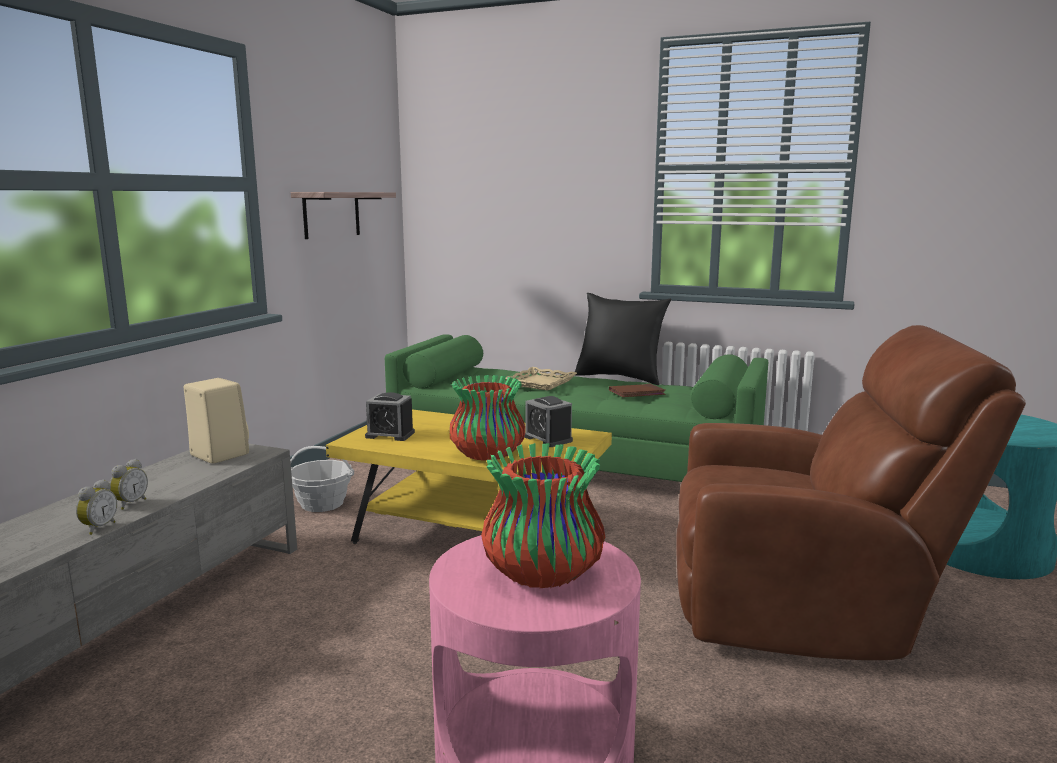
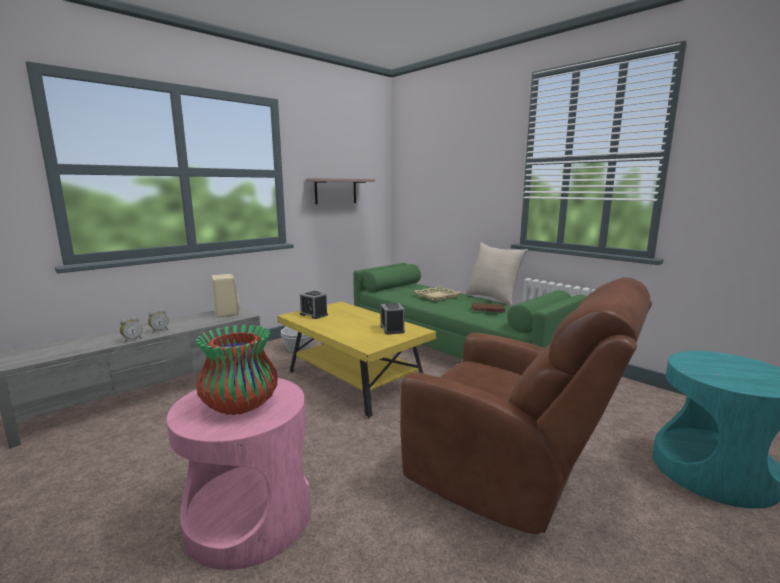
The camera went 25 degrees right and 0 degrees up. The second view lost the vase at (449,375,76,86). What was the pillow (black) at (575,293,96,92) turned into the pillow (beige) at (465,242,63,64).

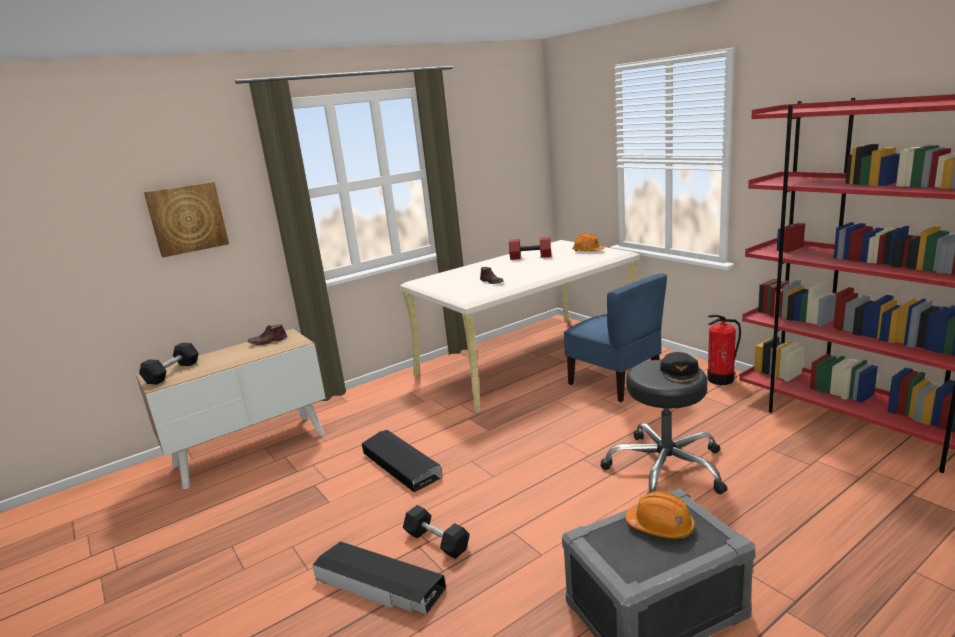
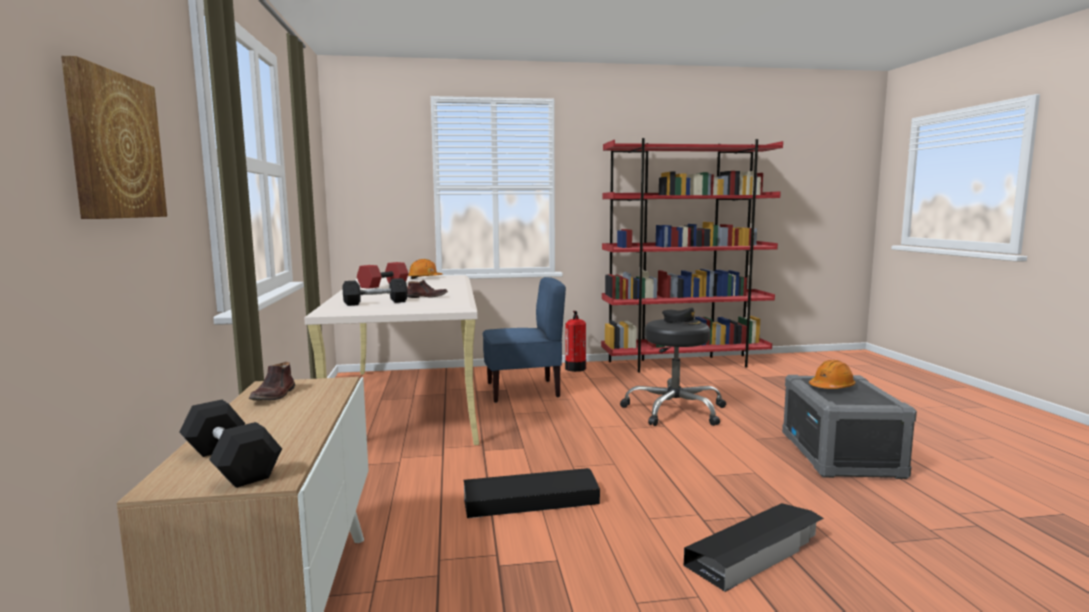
The camera went 65 degrees left and 10 degrees down. The dumbbell (black) ended up elsewhere, having gone from (403,505,67,54) to (343,278,64,28).

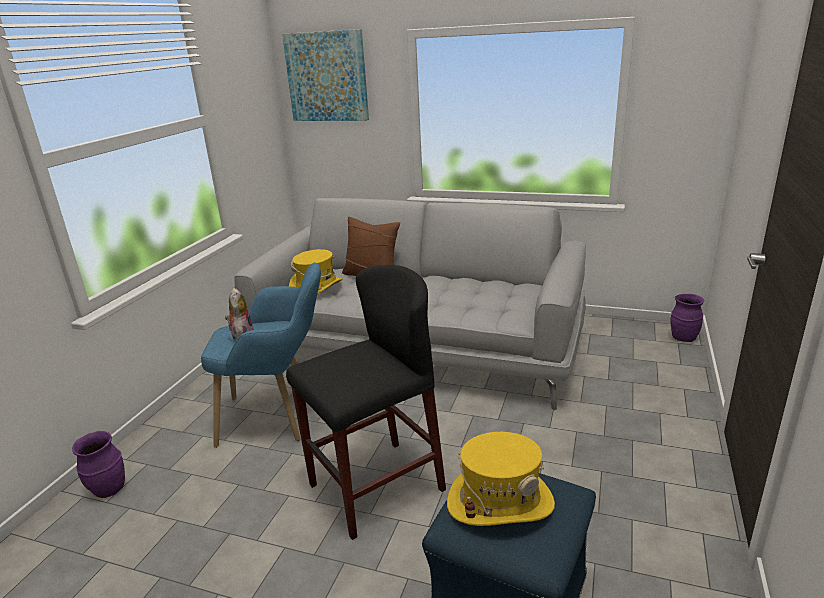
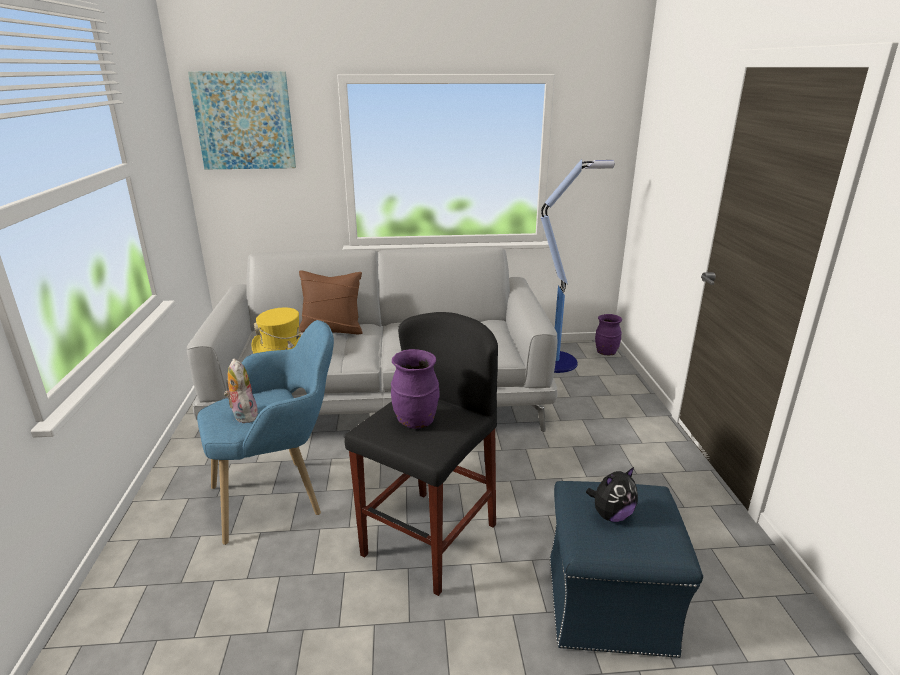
The camera went 25 degrees left and 0 degrees up. The second view gained the floor lamp at (541,159,73,214). The vase (purple) ended up elsewhere, having gone from (72,431,53,67) to (391,349,49,80). Where the hat (yellow) stood at (447,432,108,94), the plush toy came to stand at (586,467,52,55).

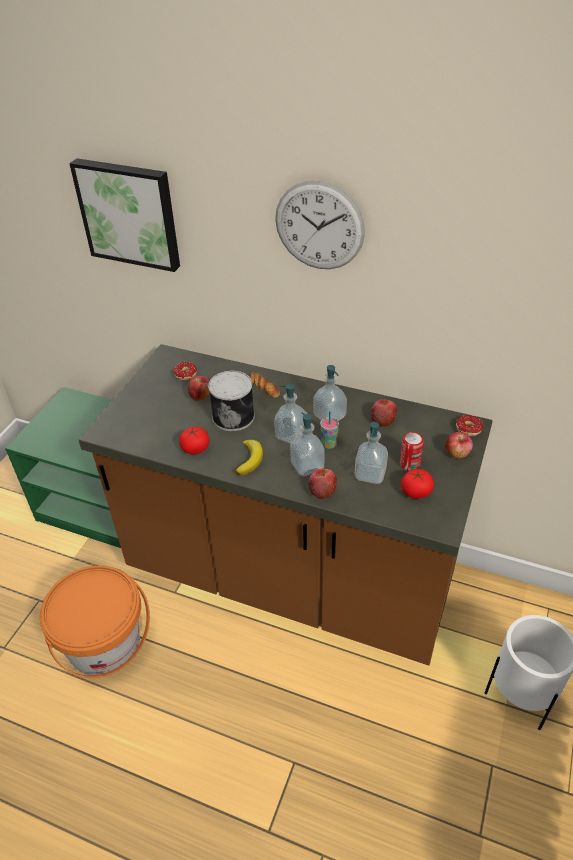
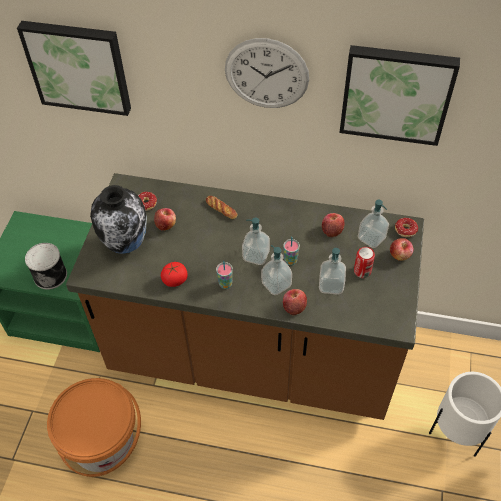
The camera went 10 degrees left and 10 degrees up. The second view lost the tomato at (401,469,33,30). The second view gained the vase at (90,185,57,69). The second view gained the picture at (339,45,121,101). The can ended up elsewhere, having gone from (208,371,47,60) to (25,243,42,47). The soap dispenser ended up elsewhere, having gone from (313,365,34,56) to (358,199,31,49). Where the banana stood at (236,440,27,36), the cup came to stand at (216,261,17,28).

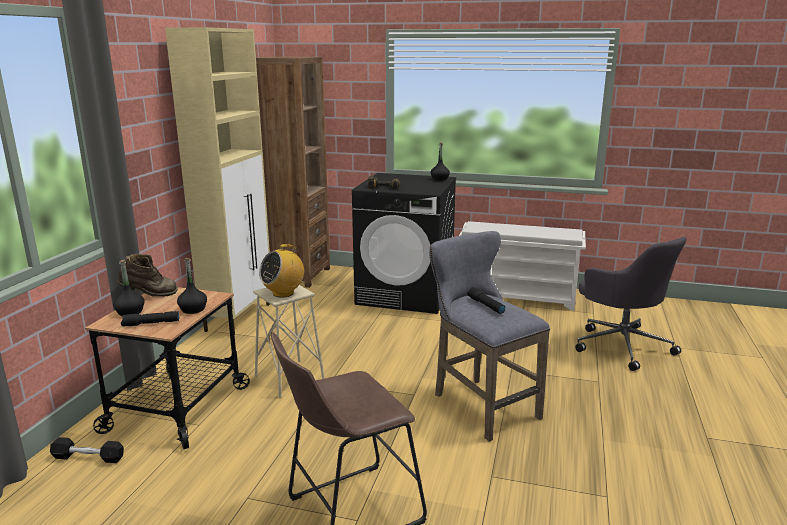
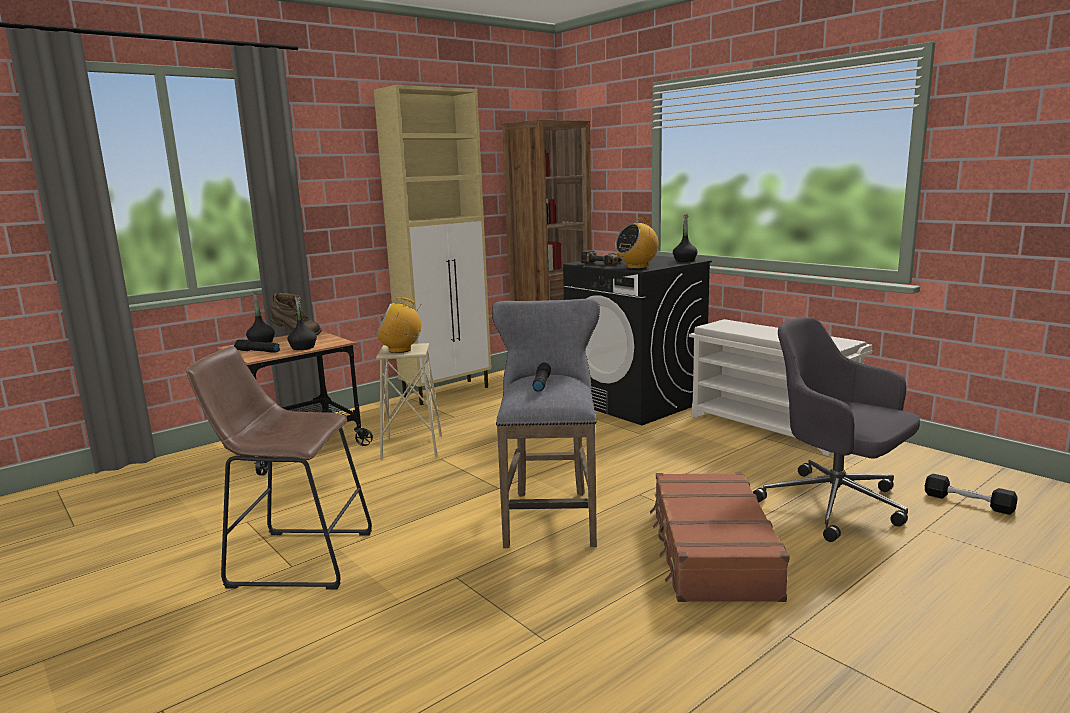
The camera went 35 degrees right and 5 degrees down. The second view gained the radio at (615,218,44,51). The second view gained the suitcase (brown) at (650,472,140,130). The dumbbell (black) ended up elsewhere, having gone from (50,437,74,26) to (925,474,93,41). The office chair (grey) at (575,236,112,135) ended up facing another way, 135 degrees clockwise from before.

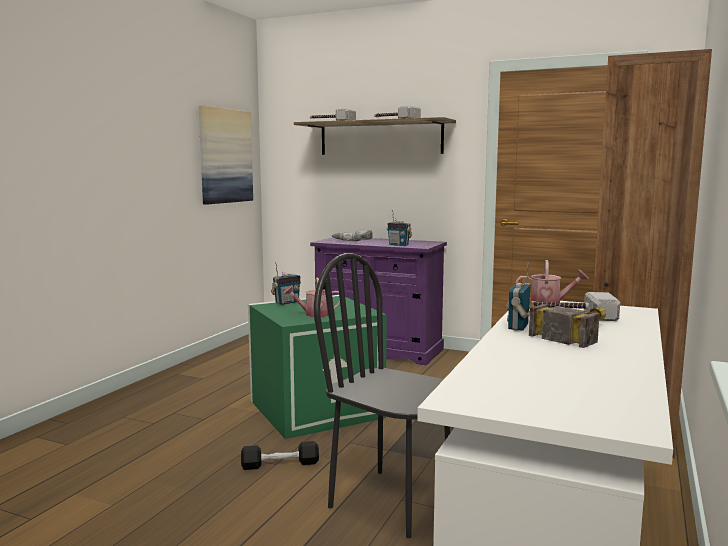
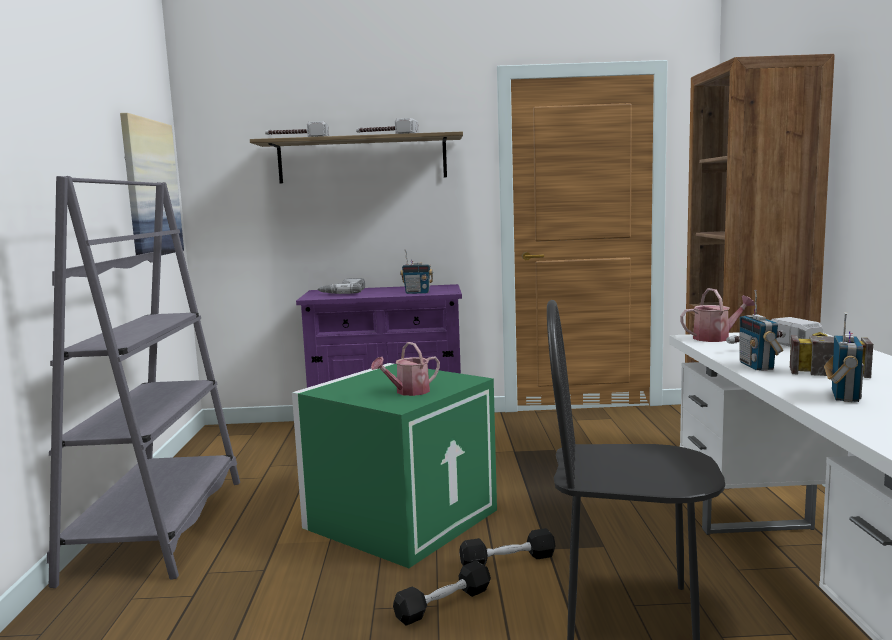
The camera went 25 degrees left and 0 degrees up. The second view gained the bookcase (grey) at (47,176,193,412). The second view gained the dumbbell (black) at (459,528,97,37). The radio ended up elsewhere, having gone from (271,262,30,43) to (824,312,40,90).

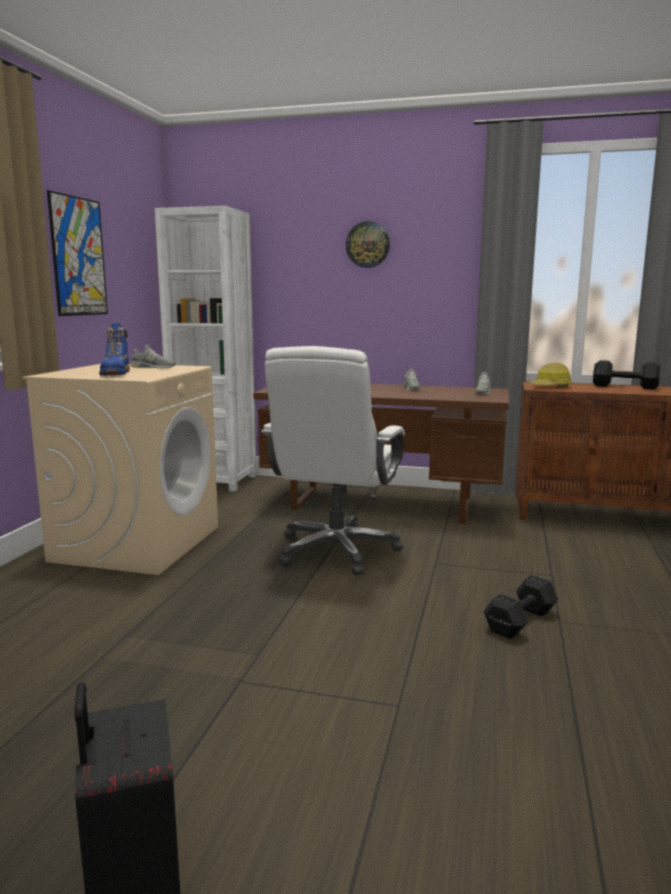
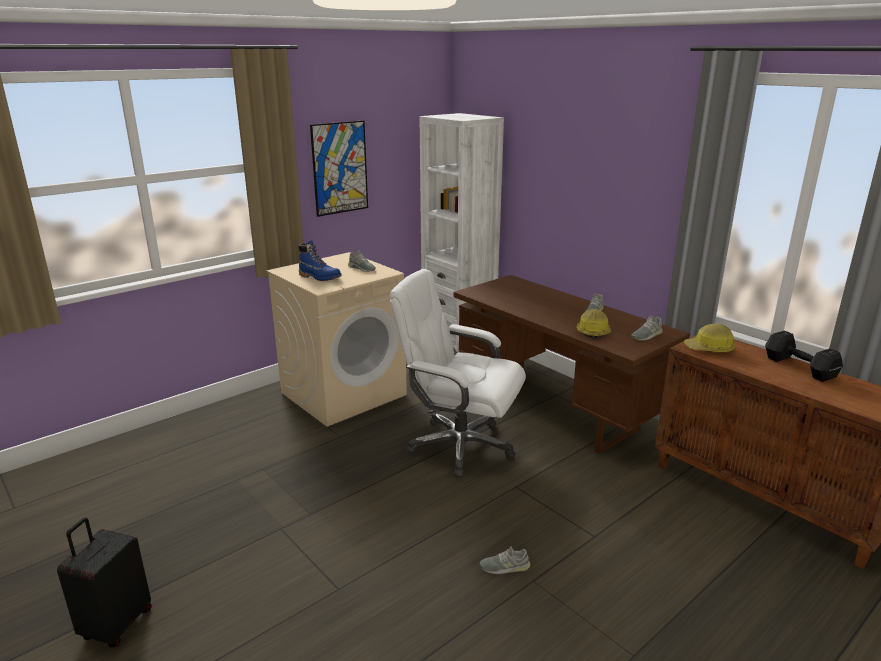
The camera went 35 degrees right and 10 degrees up. The second view lost the wall clock at (346,221,44,47). The second view gained the hard hat at (577,309,34,30). Where the dumbbell (black) stood at (484,575,74,64), the shoe (grey) came to stand at (480,546,51,28). The boot (blue) at (99,323,31,53) ended up facing another way, 90 degrees counterclockwise from before. The office chair (white) at (261,346,144,229) ended up facing another way, 60 degrees clockwise from before.

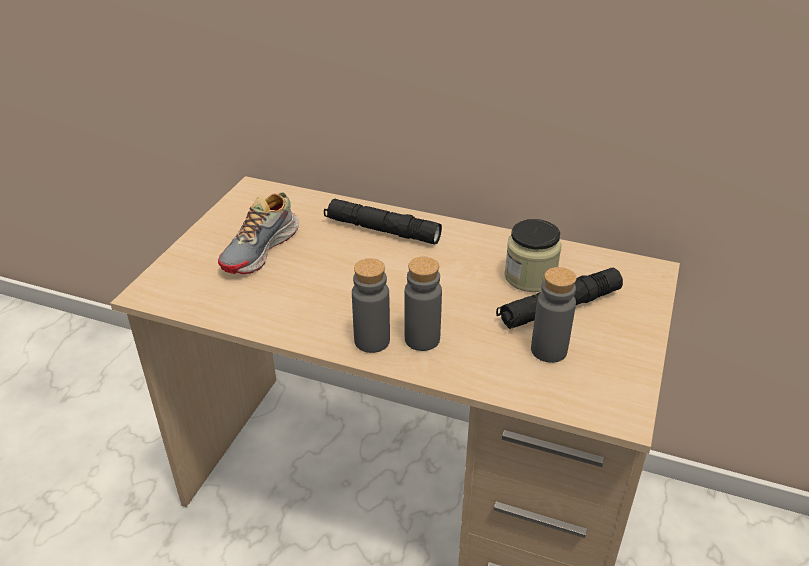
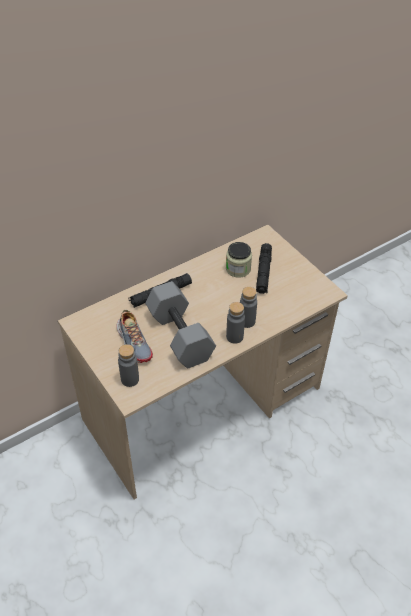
The camera went 55 degrees left and 10 degrees up. The second view gained the dumbbell (grey) at (145,281,71,87). The bottle (grey) ended up elsewhere, having gone from (531,267,45,96) to (118,344,21,43).

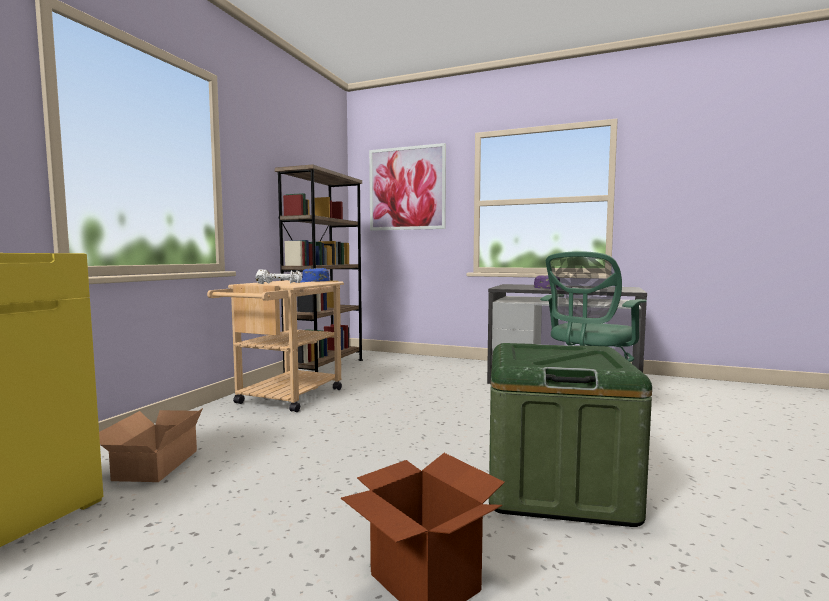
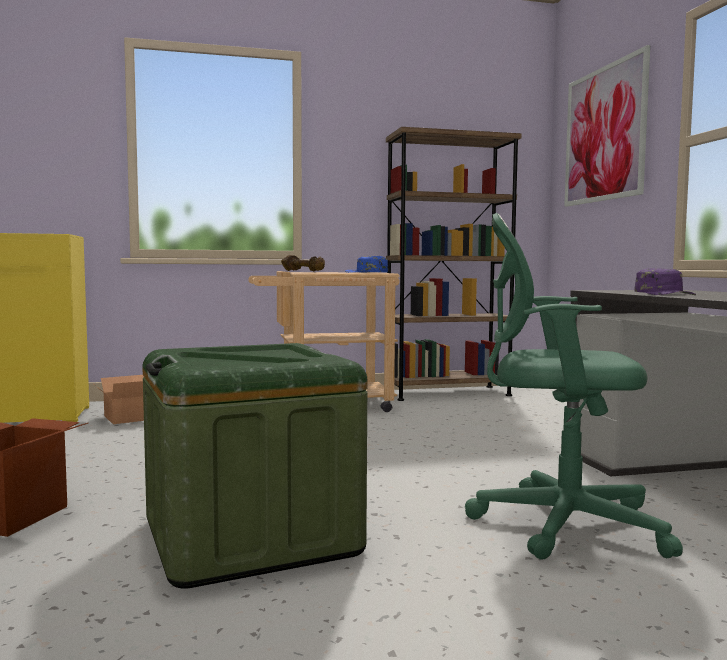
The camera went 55 degrees right and 0 degrees up. What was the dumbbell (white) at (256,269,46,15) turned into the dumbbell (brown) at (281,255,44,17).

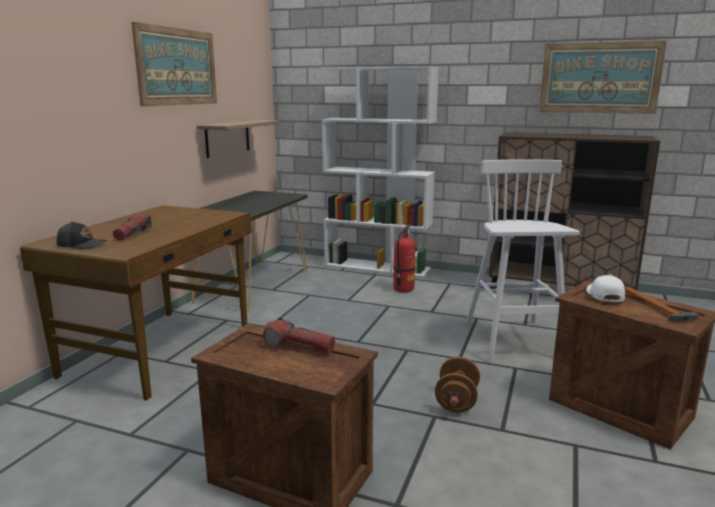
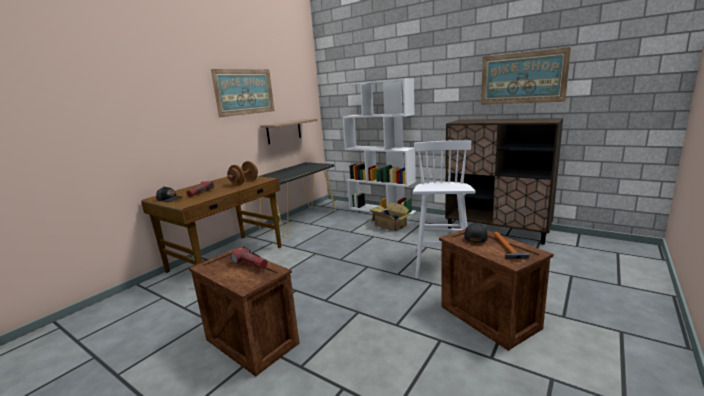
The camera went 15 degrees right and 0 degrees up. The dumbbell (brown) ended up elsewhere, having gone from (435,357,45,56) to (227,161,31,24). Where the fire extinguisher stood at (393,224,22,68), the cardboard box came to stand at (368,202,44,29). What was the cap (white) at (586,274,39,28) turned into the cap (black) at (464,223,24,20).

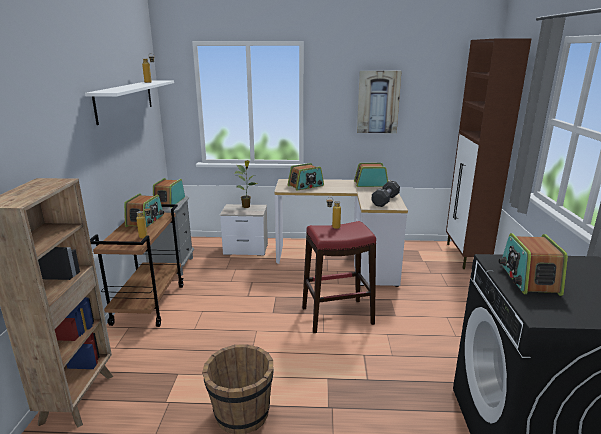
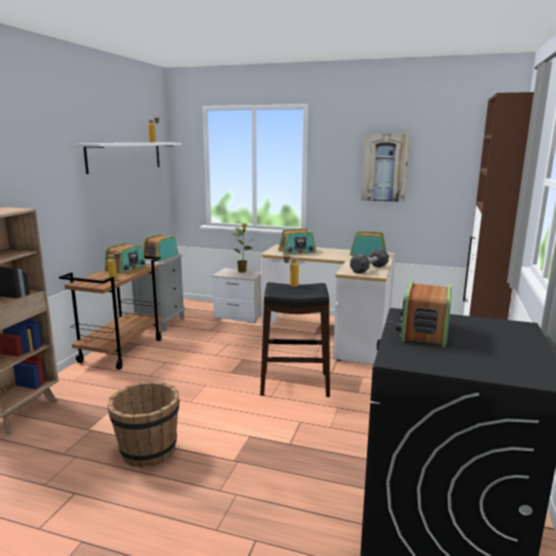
The camera went 15 degrees right and 5 degrees down. What was the stool (red) at (302,221,74,112) turned into the stool (black) at (260,282,70,115).

